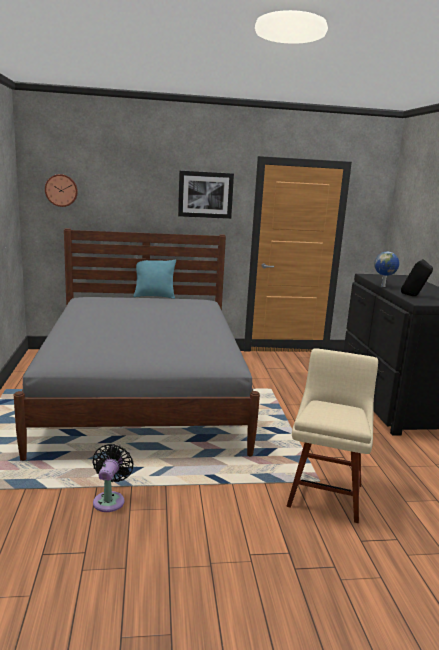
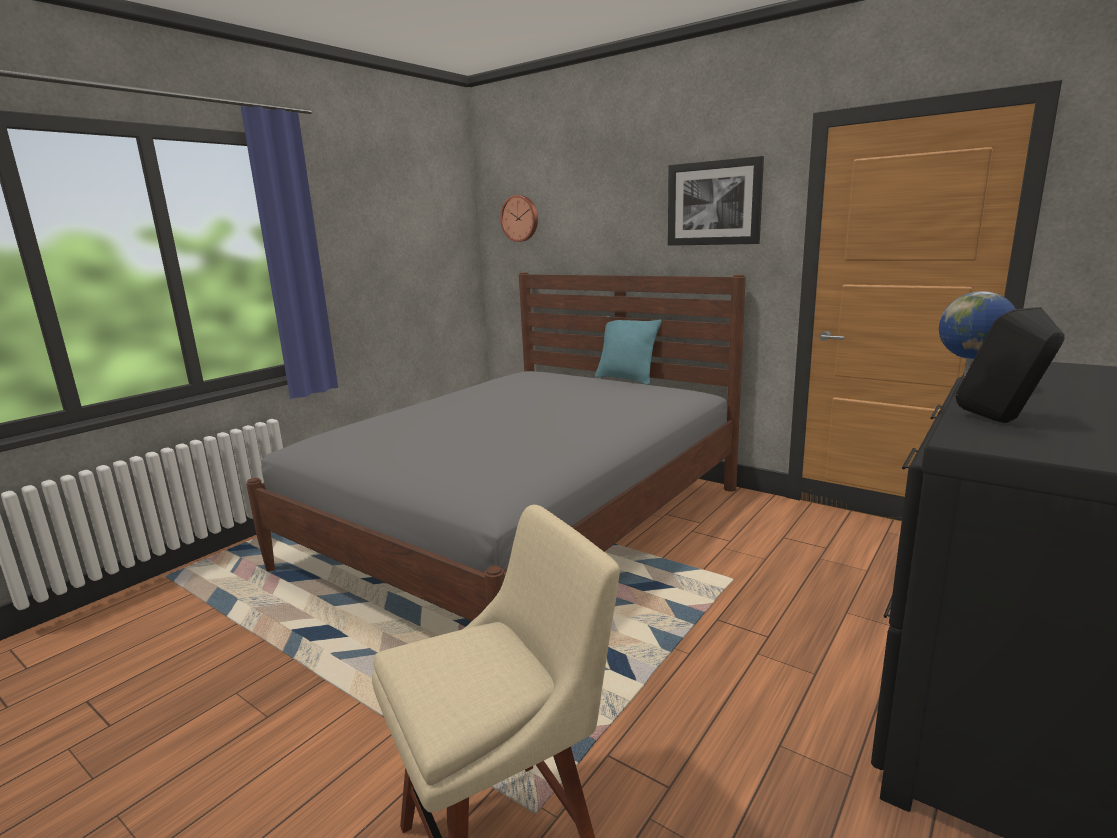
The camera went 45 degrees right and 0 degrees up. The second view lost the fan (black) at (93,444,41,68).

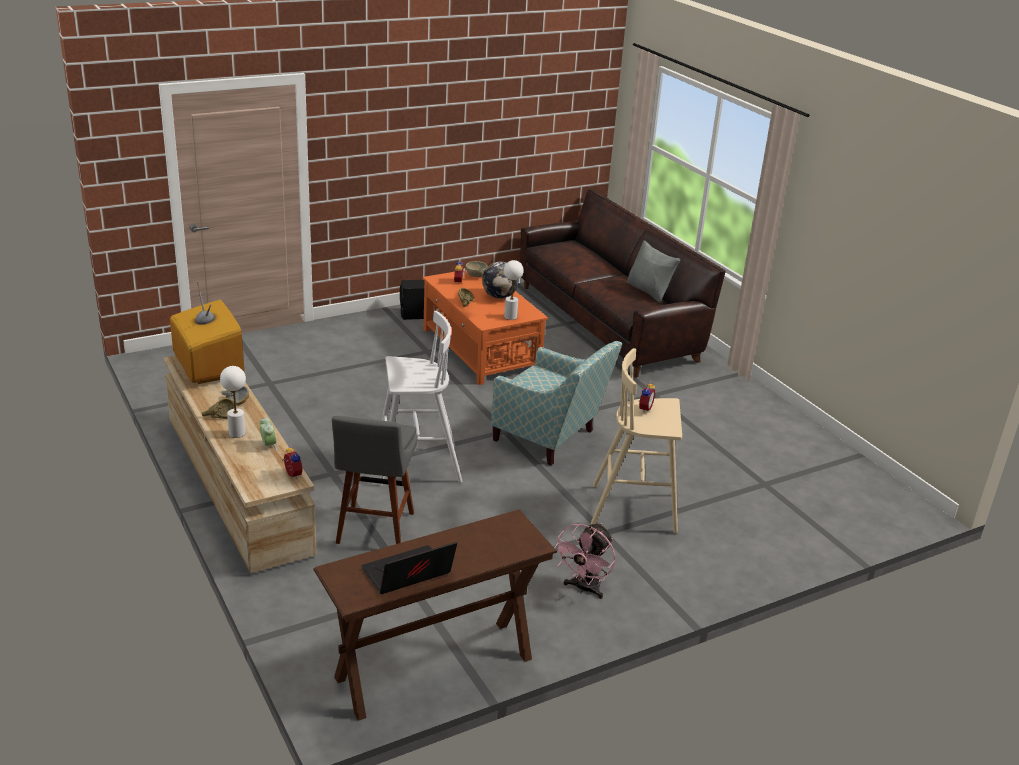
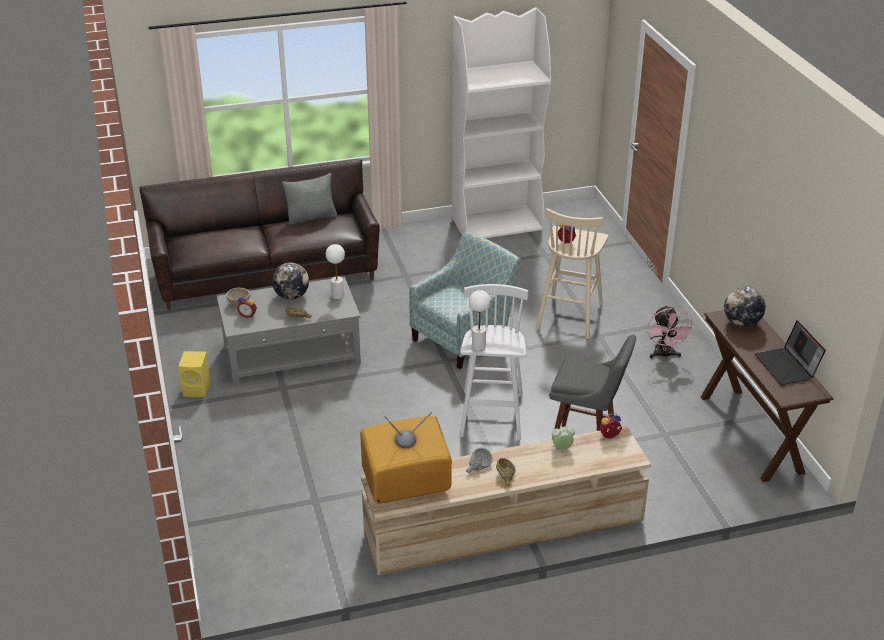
The camera went 75 degrees left and 5 degrees up. The second view gained the bookcase (white) at (452,7,99,231). The second view gained the globe at (724,287,41,40). The table lamp (white) ended up elsewhere, having gone from (220,366,26,72) to (469,290,22,61). What was the speaker (black) at (400,280,24,40) turned into the speaker (yellow) at (178,351,32,46). What was the coffee table (orange) at (423,270,125,115) turned into the coffee table (grey) at (217,277,144,109). The fan (pink) at (554,523,61,76) ended up facing another way, 45 degrees clockwise from before.

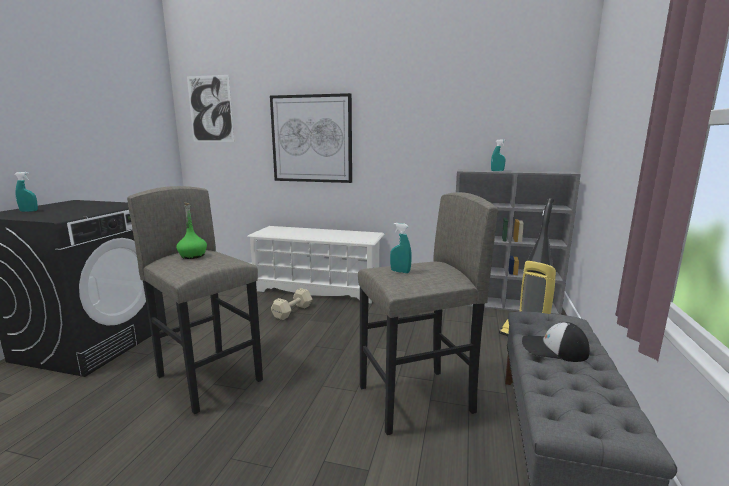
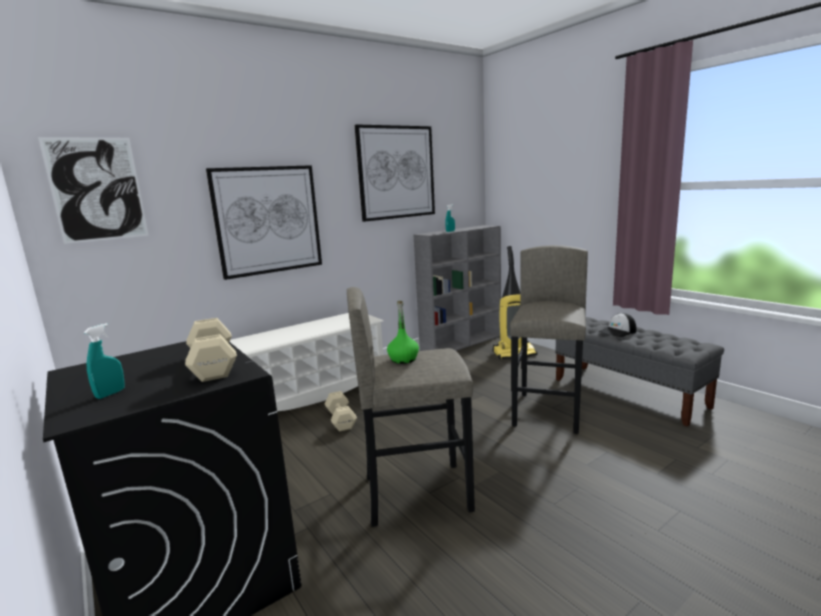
The camera went 50 degrees left and 0 degrees up. The second view lost the spray bottle (turquoise) at (390,223,22,50). The second view gained the dumbbell (beige) at (185,318,52,64). The second view gained the picture at (355,124,80,98).

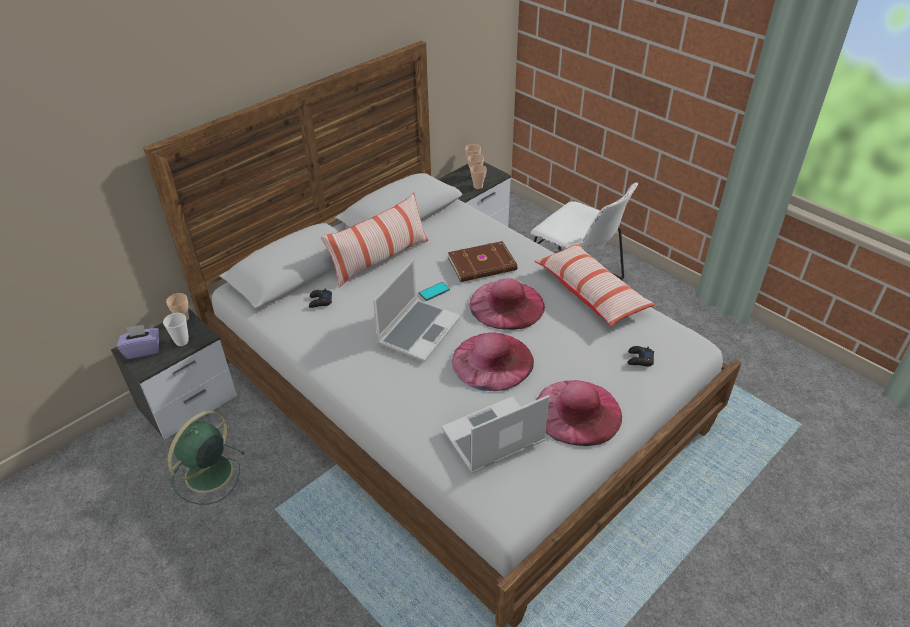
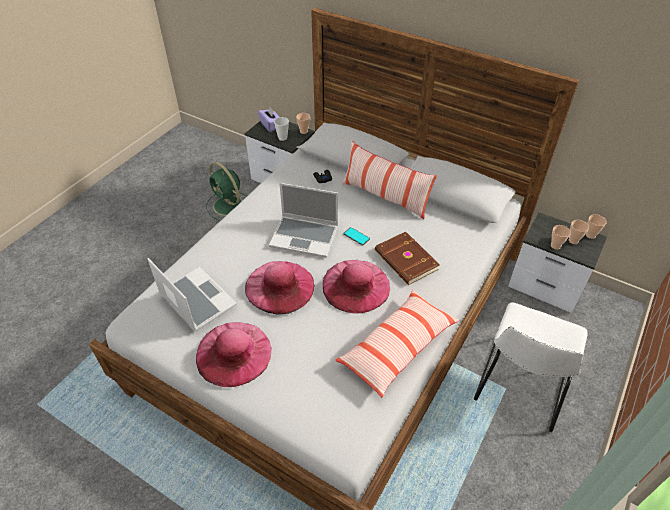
The camera went 75 degrees right and 5 degrees up. The second view lost the game controller (black) at (628,346,26,20). The fan (green) at (167,411,77,94) ended up facing another way, 150 degrees counterclockwise from before.

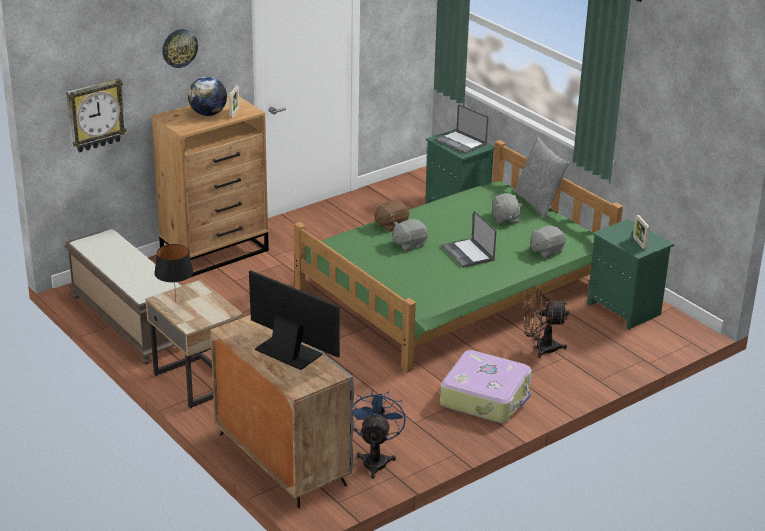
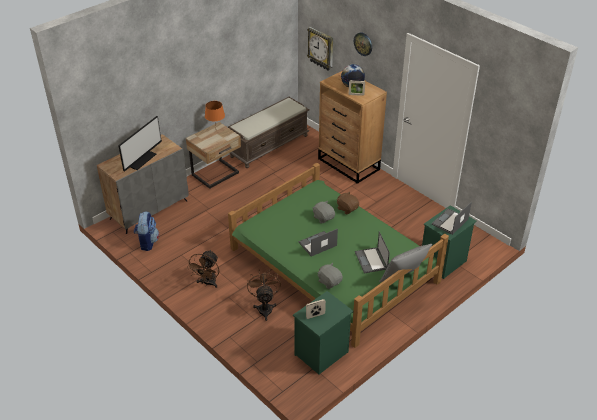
The camera went 85 degrees right and 10 degrees up. Where the fan (blue) stood at (353,389,53,90), the backpack came to stand at (134,211,25,40). Where the suitcase stood at (440,350,92,73), the fan (brown) came to stand at (187,250,32,38). Where the plush toy (grey) stood at (492,193,31,31), the laptop came to stand at (355,231,35,42). What was the table lamp (black) at (154,244,39,57) turned into the table lamp (orange) at (205,101,20,24).

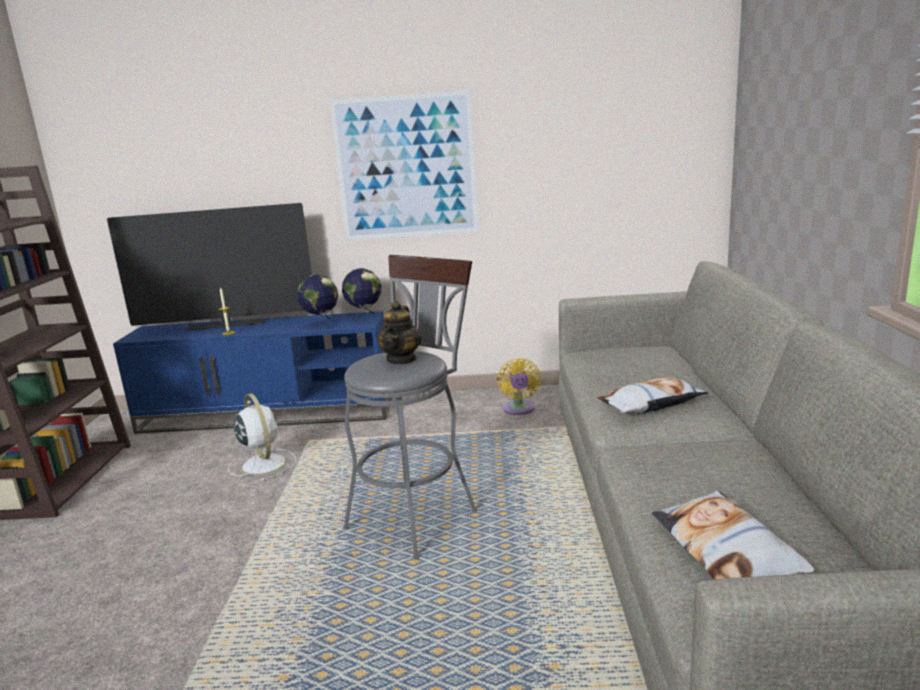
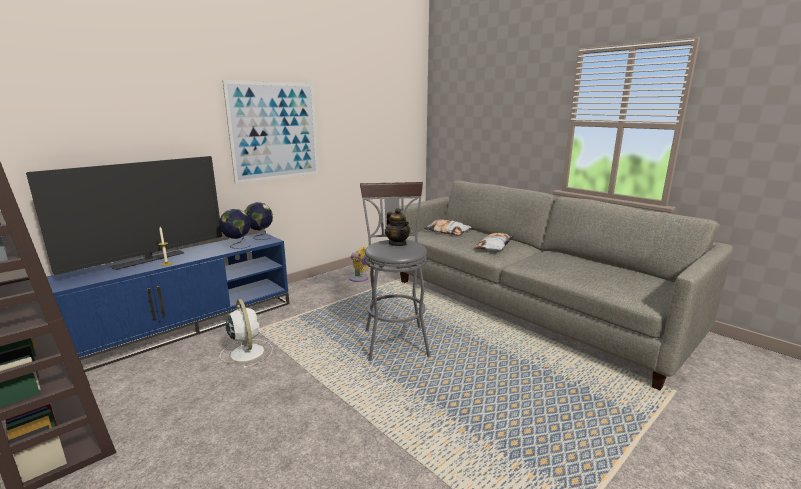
The camera went 45 degrees left and 0 degrees up. The pillow ended up elsewhere, having gone from (652,491,163,88) to (424,219,48,16). The fan (white) at (228,393,68,88) ended up facing another way, 45 degrees clockwise from before.

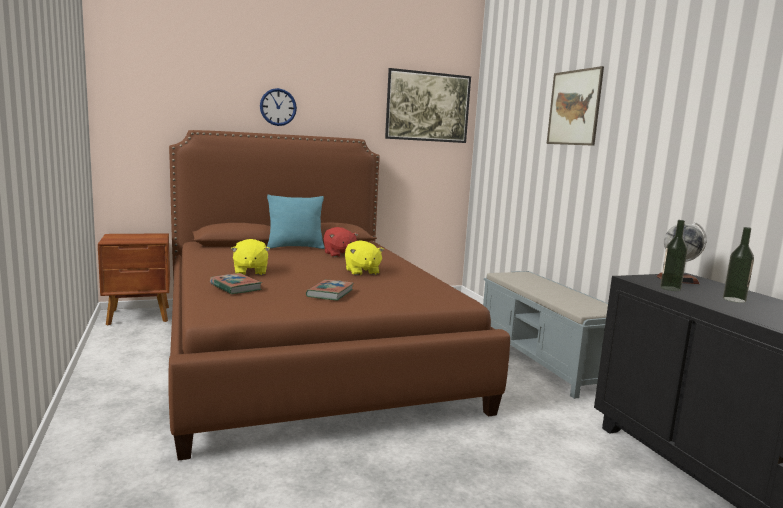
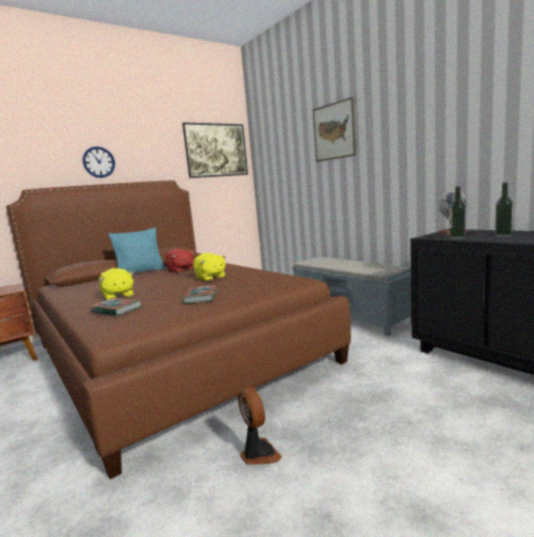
The camera went 15 degrees left and 0 degrees up. The second view gained the fan at (238,387,44,78).

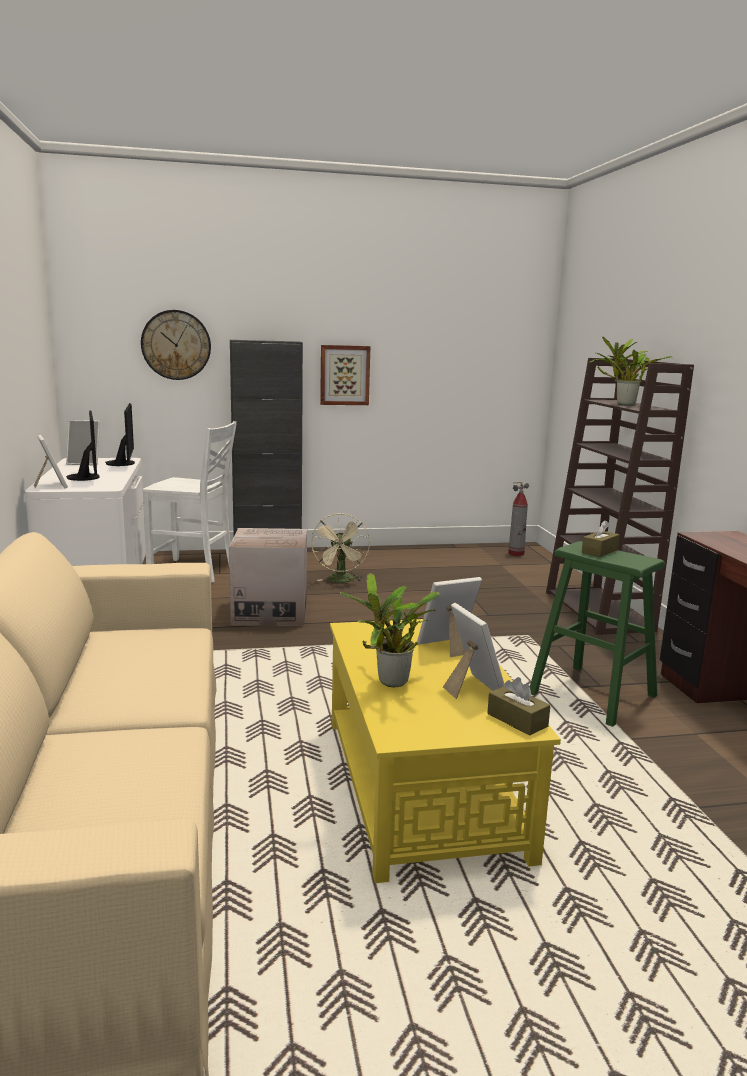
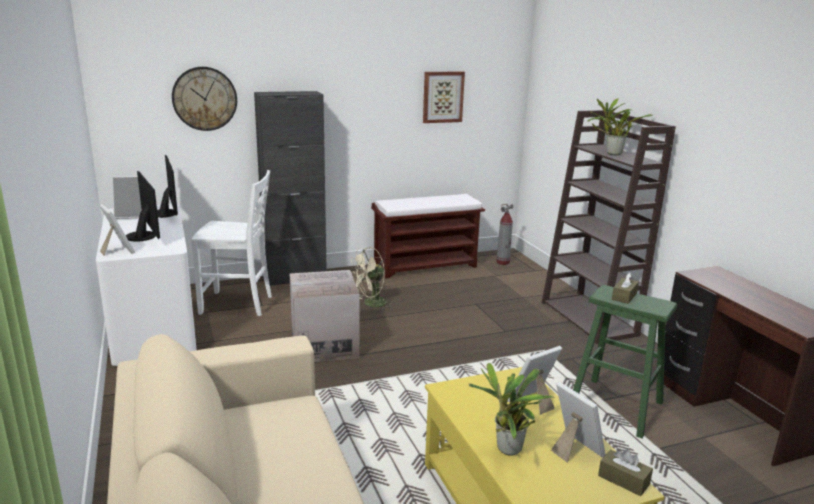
The camera went 10 degrees left and 5 degrees up. The second view gained the bench (brown) at (371,194,114,85). The picture ended up elsewhere, having gone from (320,345,50,60) to (423,72,42,51). The fan (beige) at (311,513,59,69) ended up facing another way, 60 degrees clockwise from before.

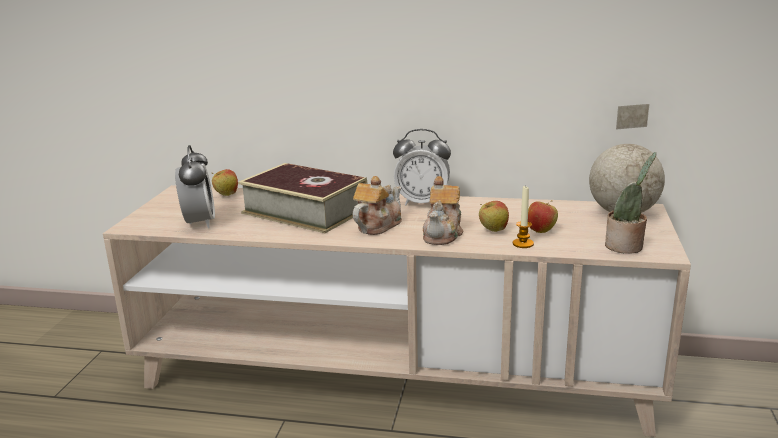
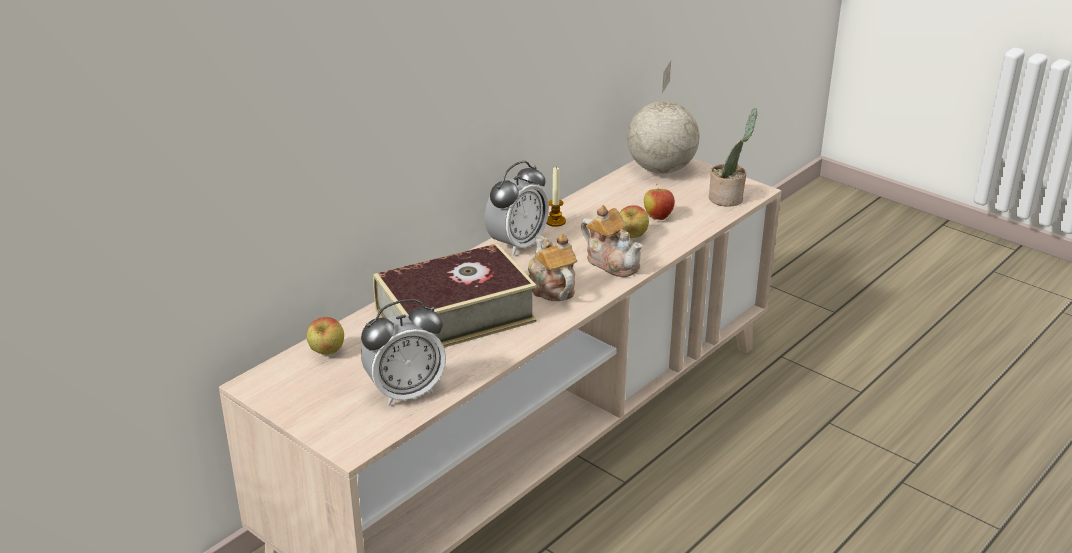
The camera went 60 degrees left and 10 degrees up. The candle ended up elsewhere, having gone from (513,186,21,62) to (546,167,20,60). The alarm clock at (175,145,40,83) ended up facing another way, 135 degrees clockwise from before.

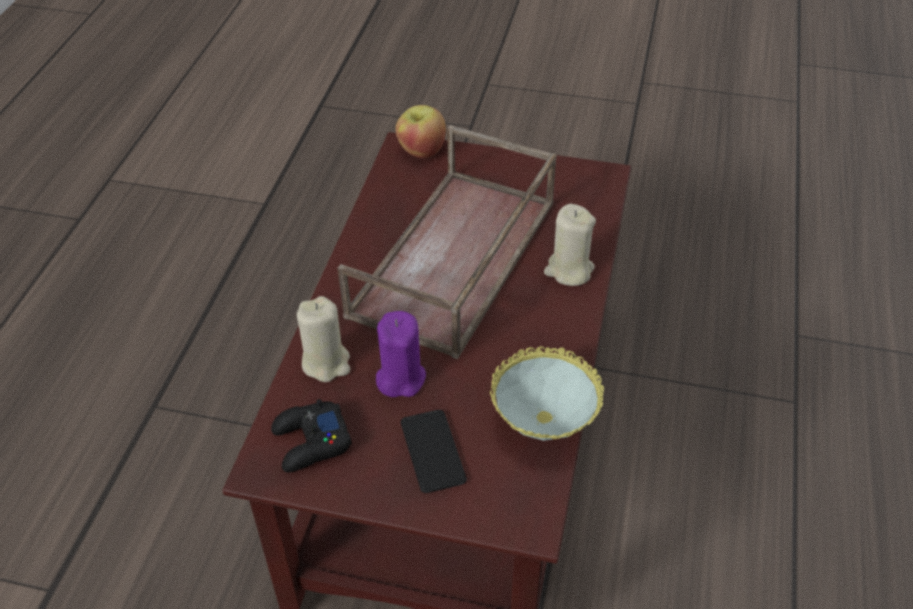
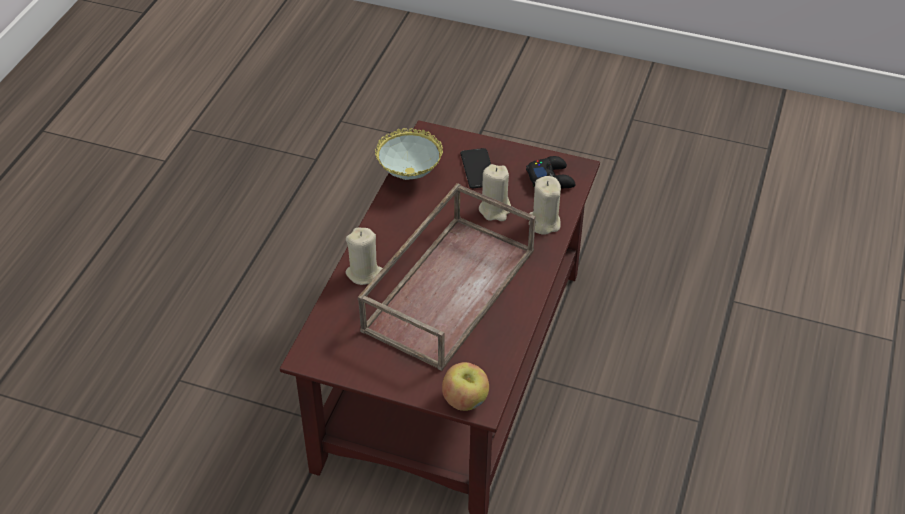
The camera went 175 degrees left and 0 degrees up. What was the candle (purple) at (376,311,50,86) turned into the candle (beige) at (479,164,32,57).

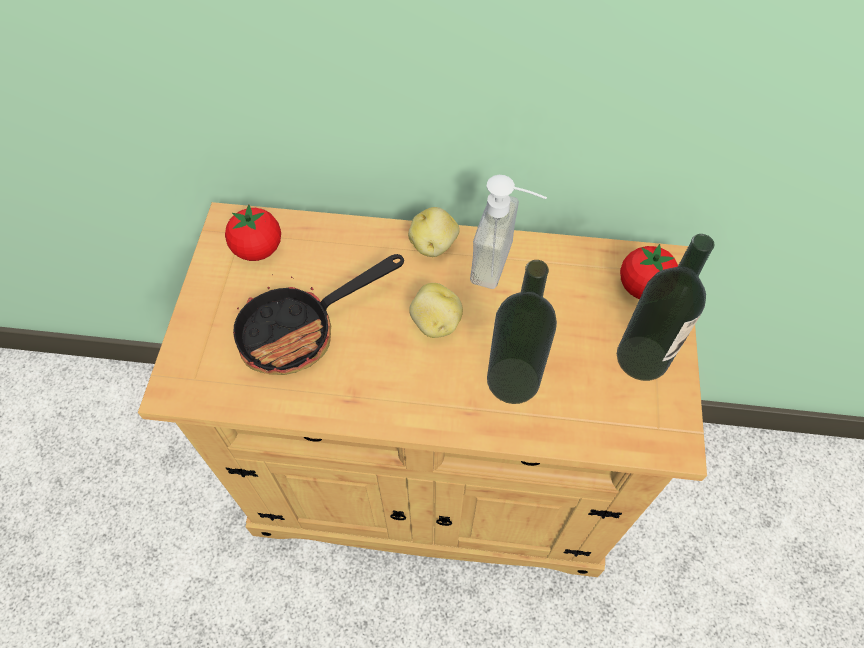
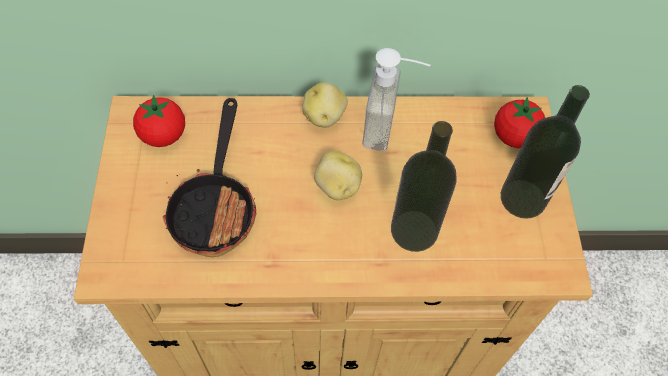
The camera went 10 degrees left and 0 degrees up. The frying pan at (233,254,171,121) ended up facing another way, 45 degrees counterclockwise from before.

